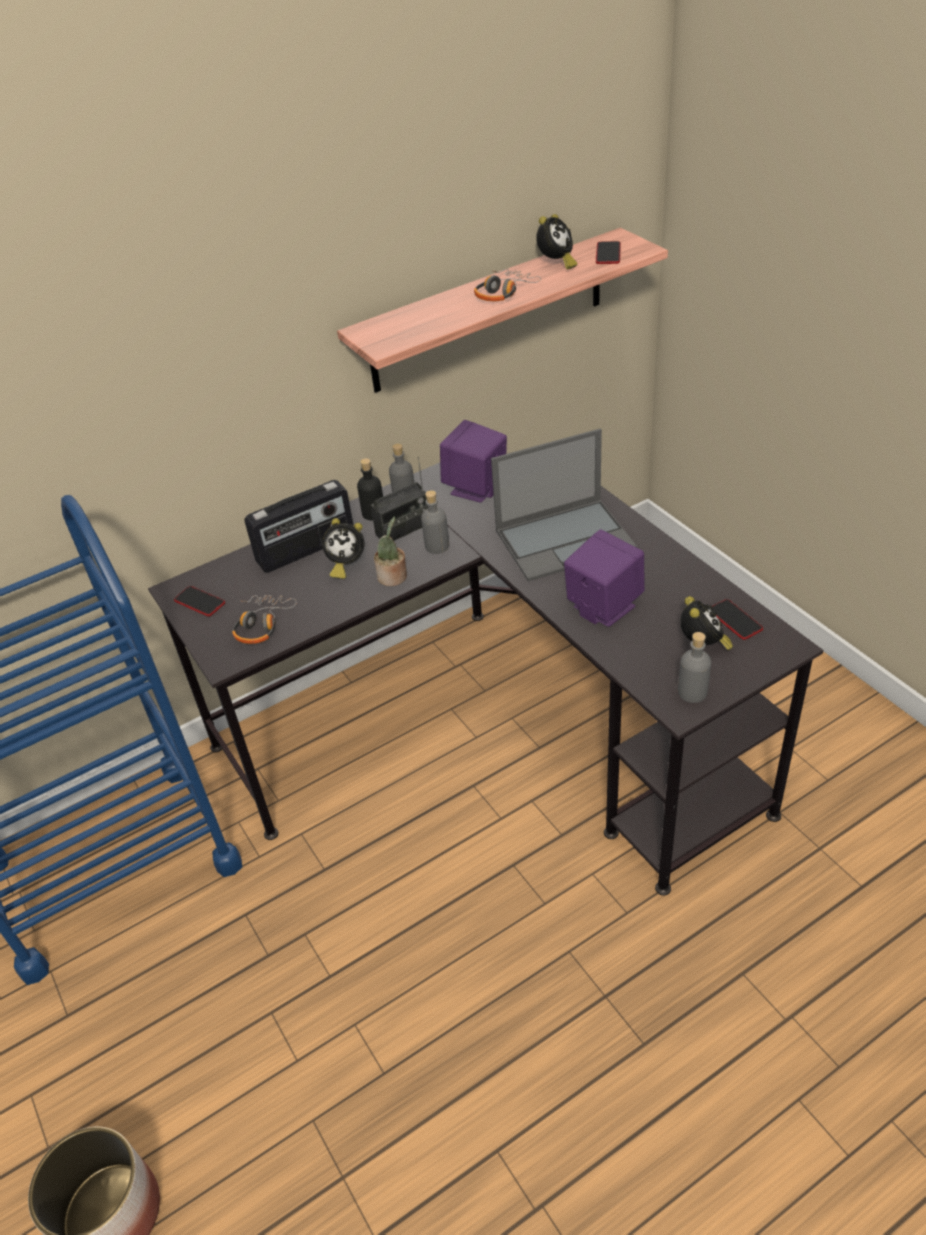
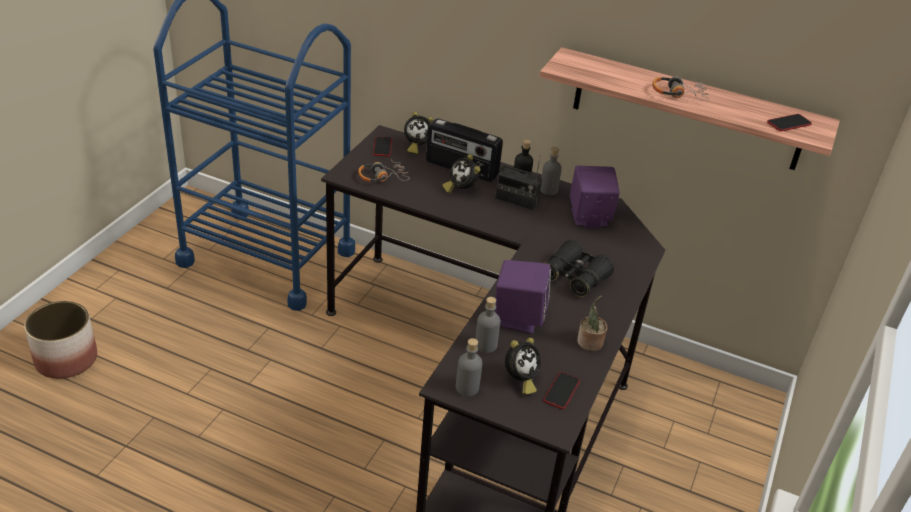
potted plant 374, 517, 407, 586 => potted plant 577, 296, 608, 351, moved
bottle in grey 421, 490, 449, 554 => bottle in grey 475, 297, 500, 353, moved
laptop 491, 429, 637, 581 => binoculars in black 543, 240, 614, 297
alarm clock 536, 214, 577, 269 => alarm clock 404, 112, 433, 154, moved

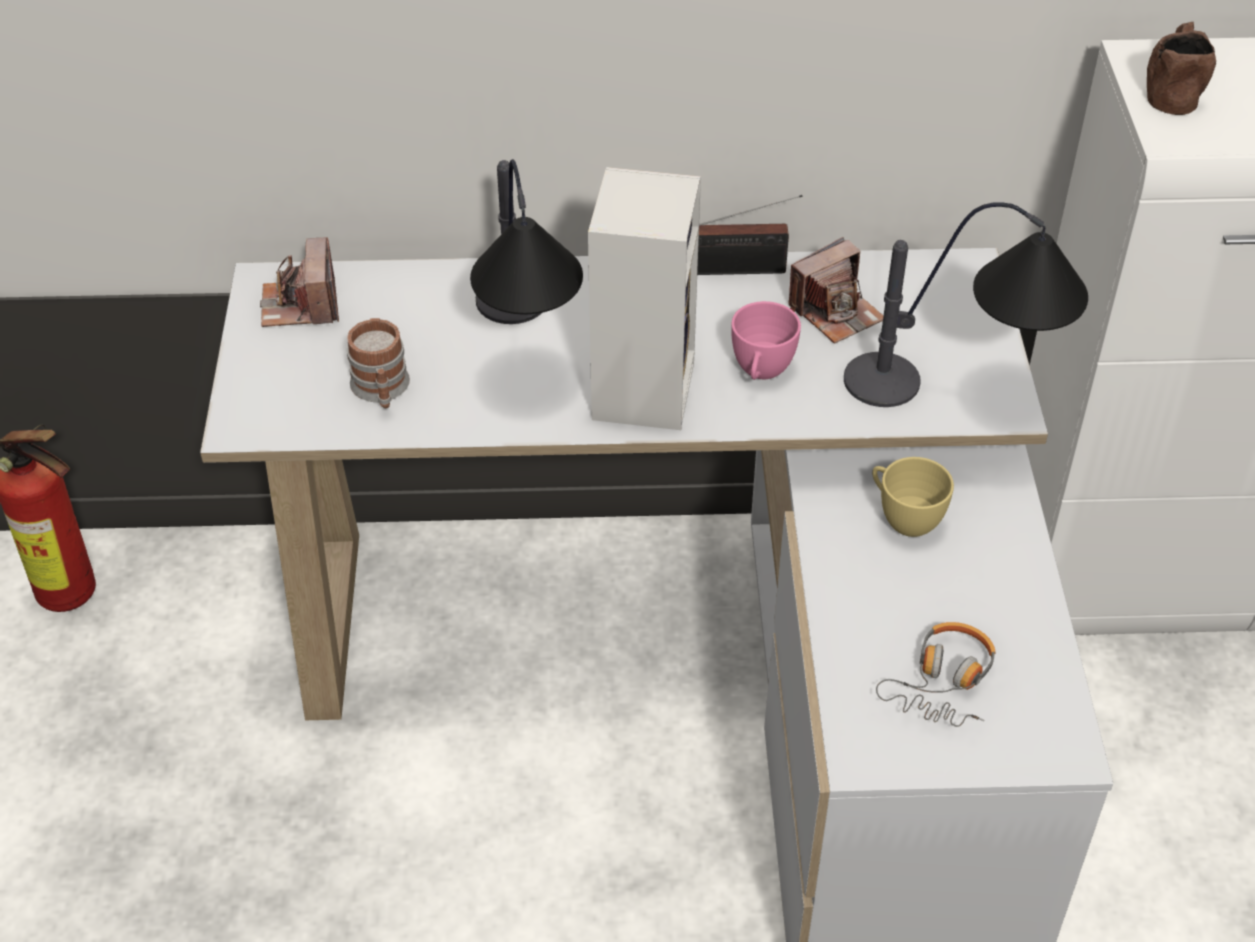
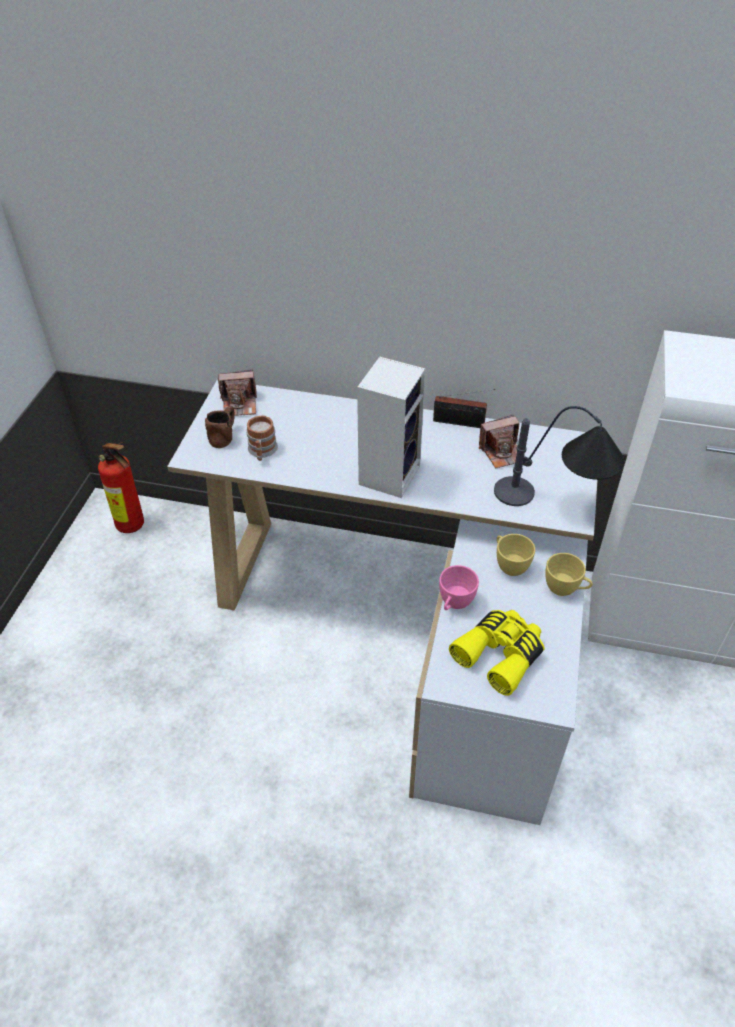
photo camera 260, 237, 339, 327 => photo camera 218, 370, 257, 416, 105 degrees counterclockwise
table lamp 470, 159, 583, 324 => nothing
cup in pink 731, 301, 801, 380 => cup in pink 439, 565, 479, 610, moved
headphones 876, 622, 995, 727 => binoculars in yellow 449, 610, 545, 696
mug in brown 1147, 22, 1216, 115 => mug in brown 205, 406, 235, 448, moved
nothing => cup in yellow 545, 553, 593, 596

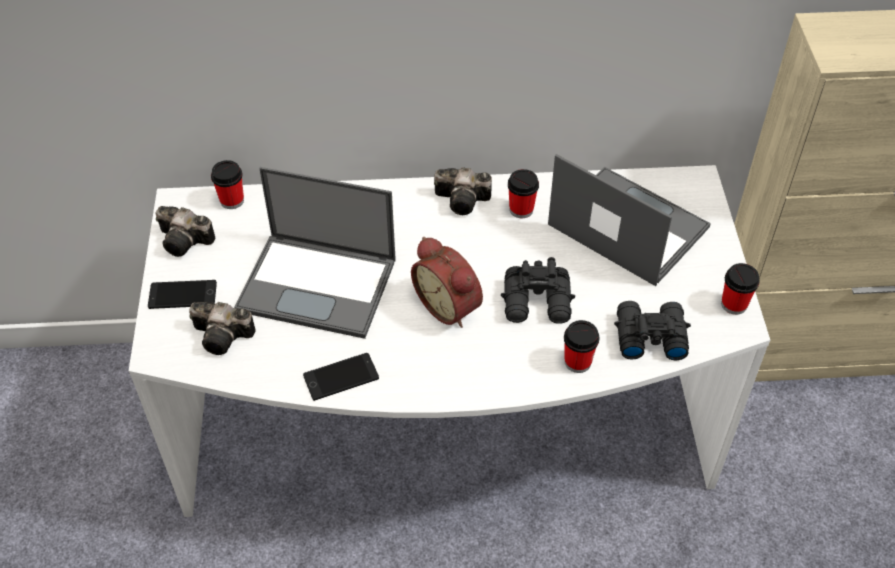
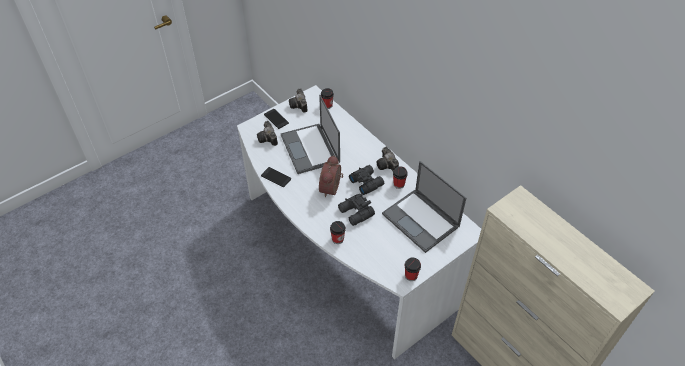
laptop 548, 154, 711, 286 => laptop 382, 161, 466, 253, 135 degrees clockwise
binoculars in black 614, 301, 691, 360 => binoculars in black 349, 165, 384, 195, moved

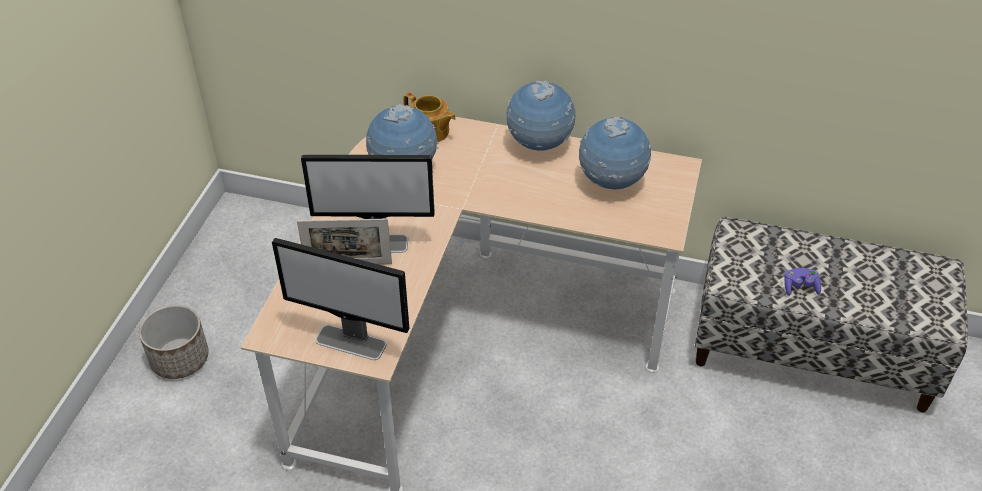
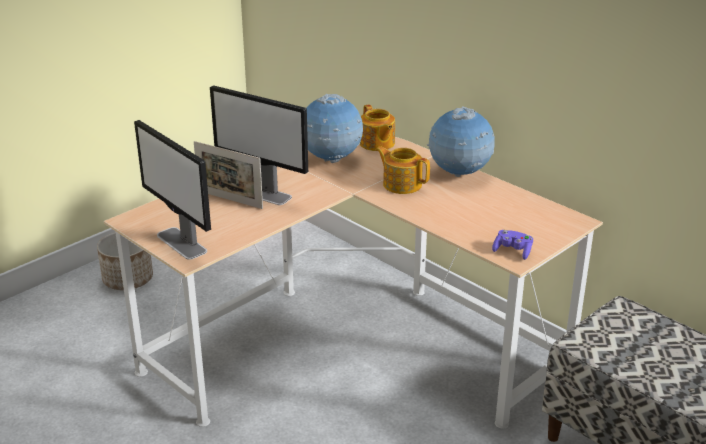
globe 579, 117, 651, 189 => nothing
game controller in purple 784, 268, 821, 296 => game controller in purple 492, 230, 533, 260, moved
nothing => teapot 375, 146, 430, 194

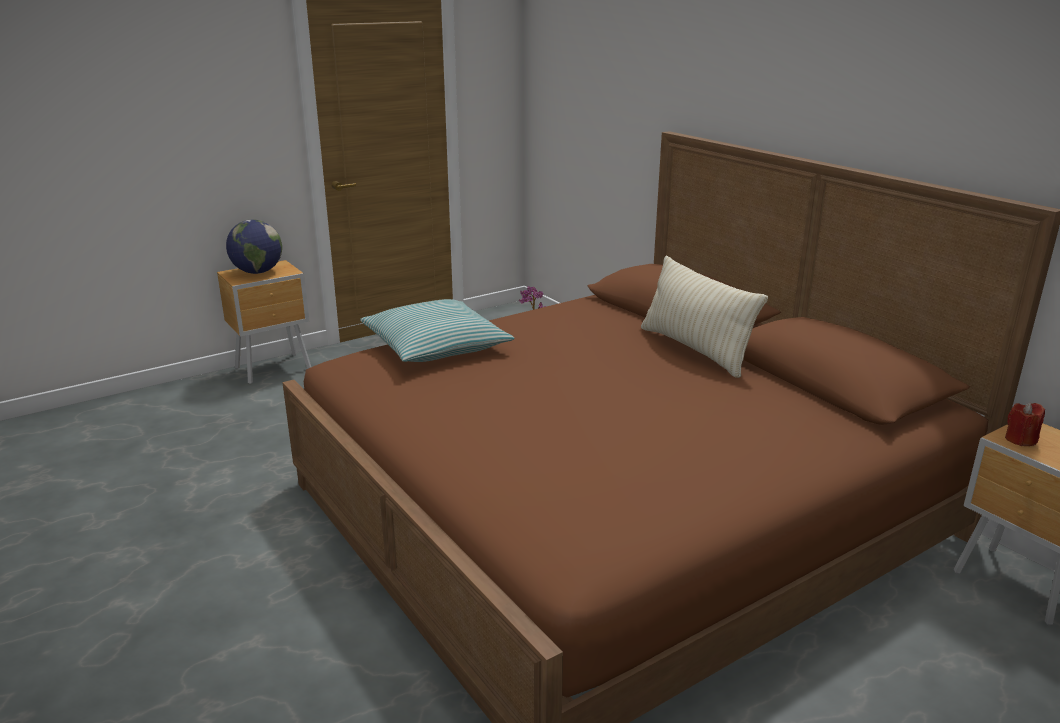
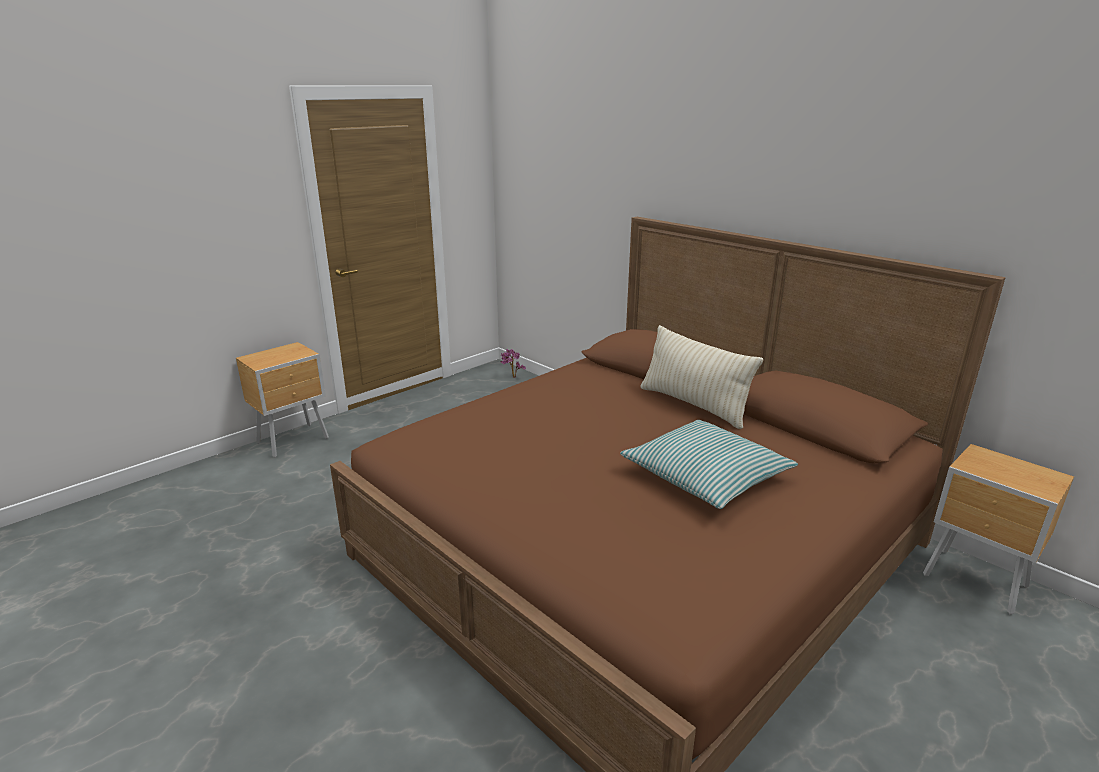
globe 226, 220, 282, 274 => nothing
pillow 360, 299, 514, 362 => pillow 620, 420, 798, 509, moved
candle in red 1005, 402, 1045, 446 => nothing

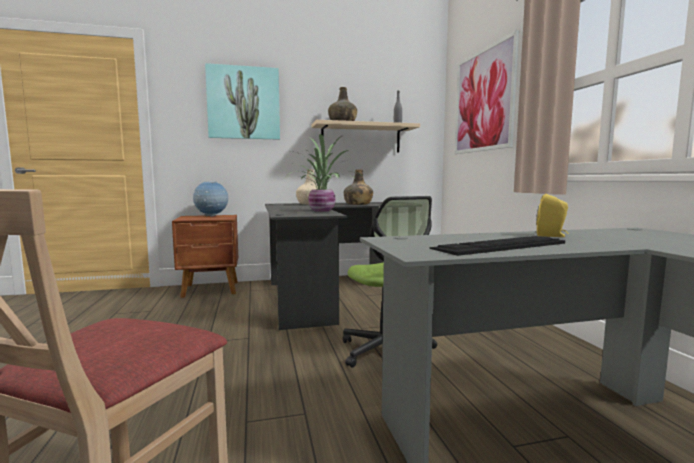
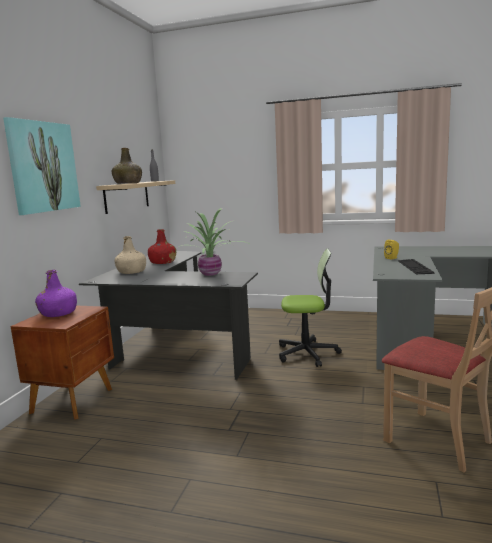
globe 193, 181, 228, 217 => bottle in purple 35, 270, 77, 317
bottle in green 344, 169, 373, 205 => bottle in red 148, 229, 176, 264
picture 455, 30, 519, 154 => nothing

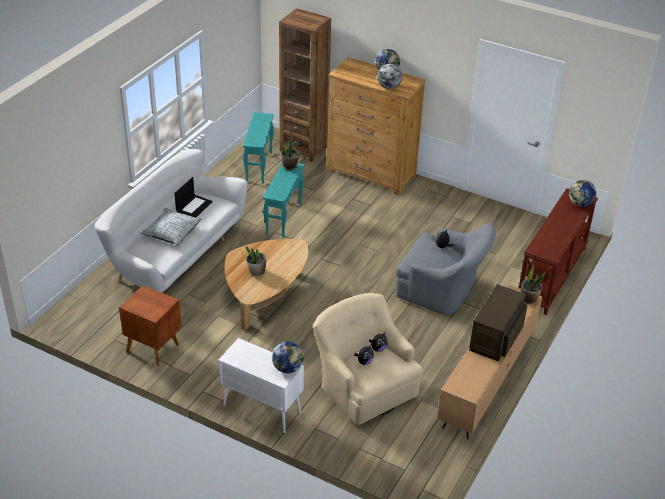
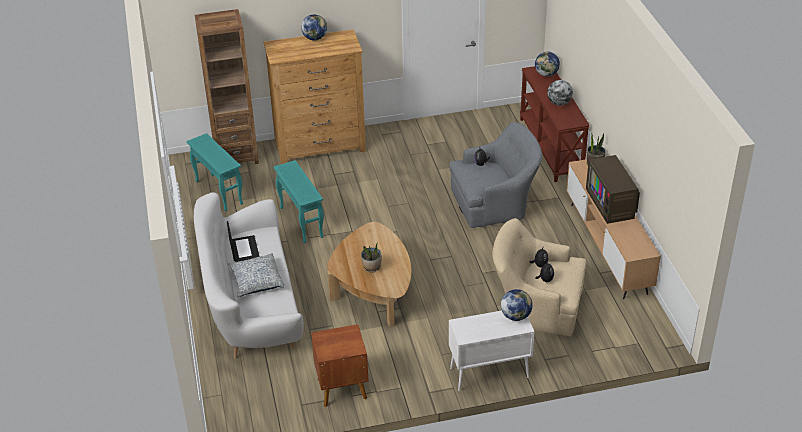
potted plant 281, 136, 299, 170 => nothing
globe 377, 64, 402, 89 => globe 547, 80, 573, 105, moved

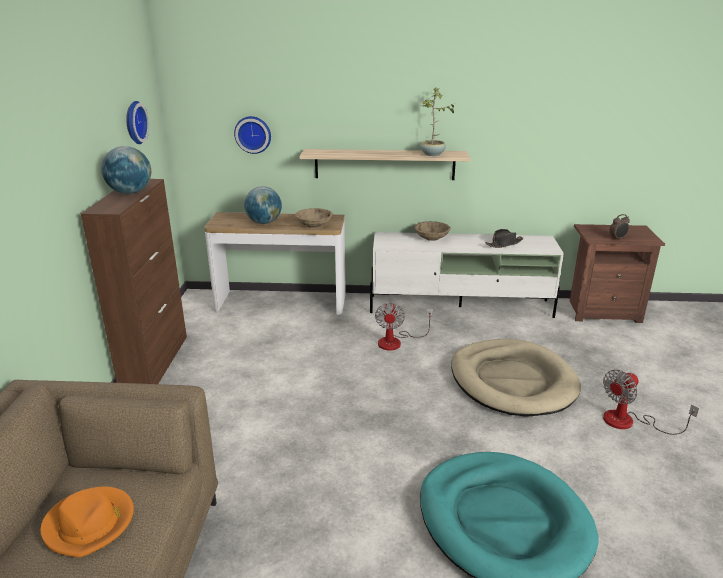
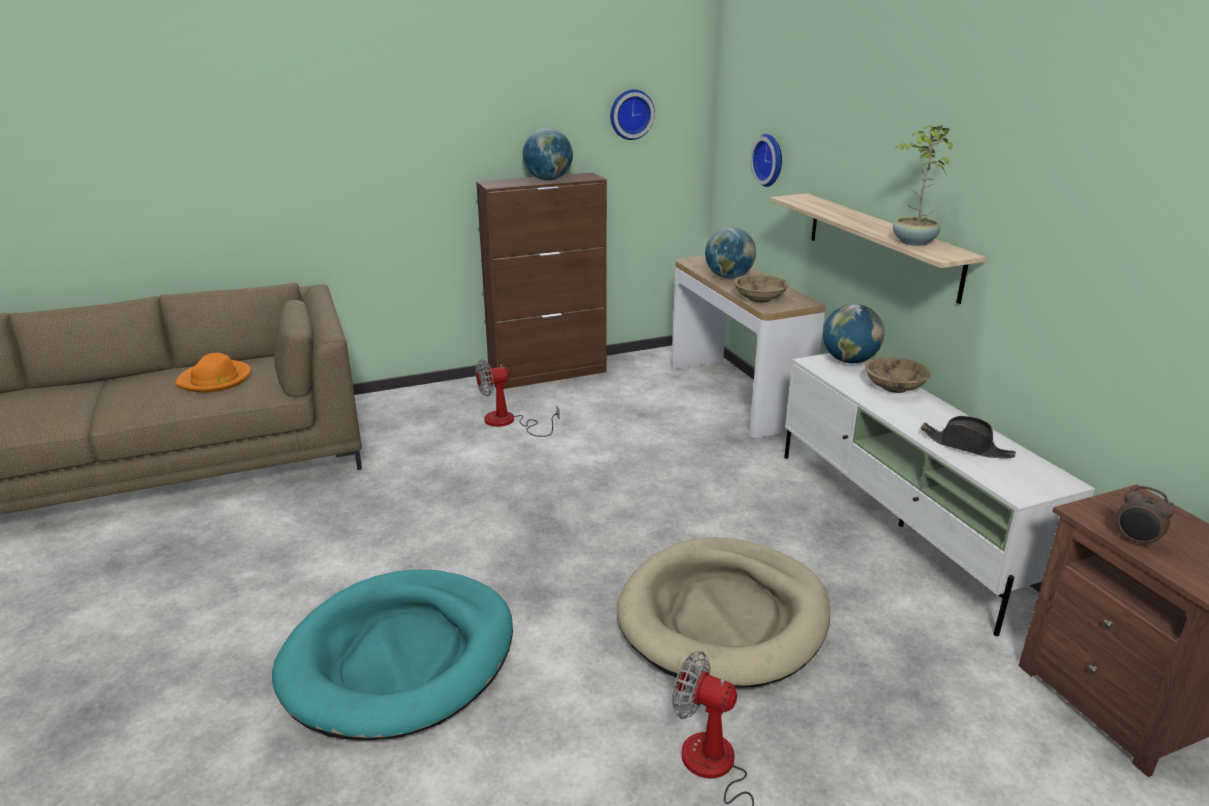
fan 375, 302, 433, 350 => fan 475, 359, 560, 437, moved
nothing => globe 823, 304, 884, 363

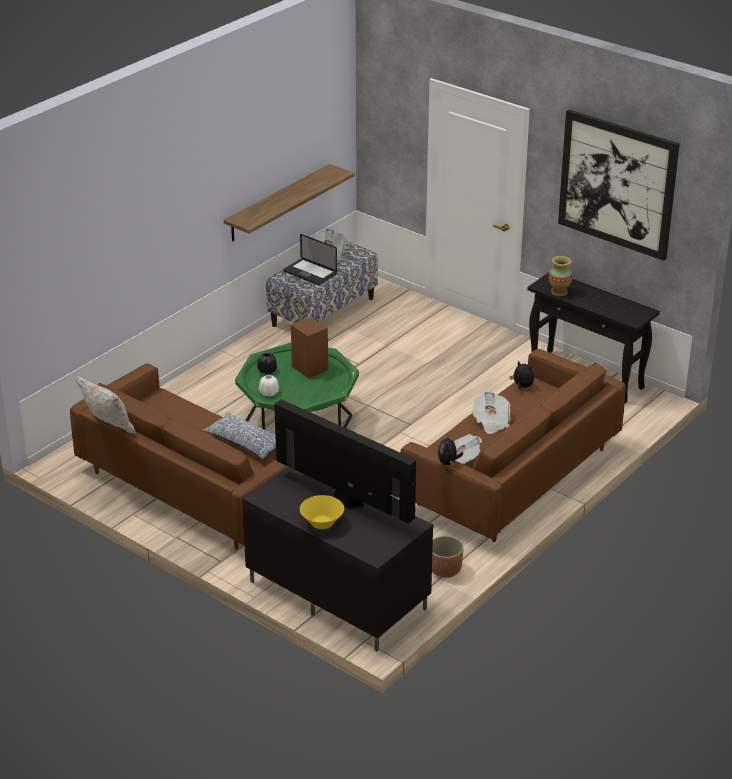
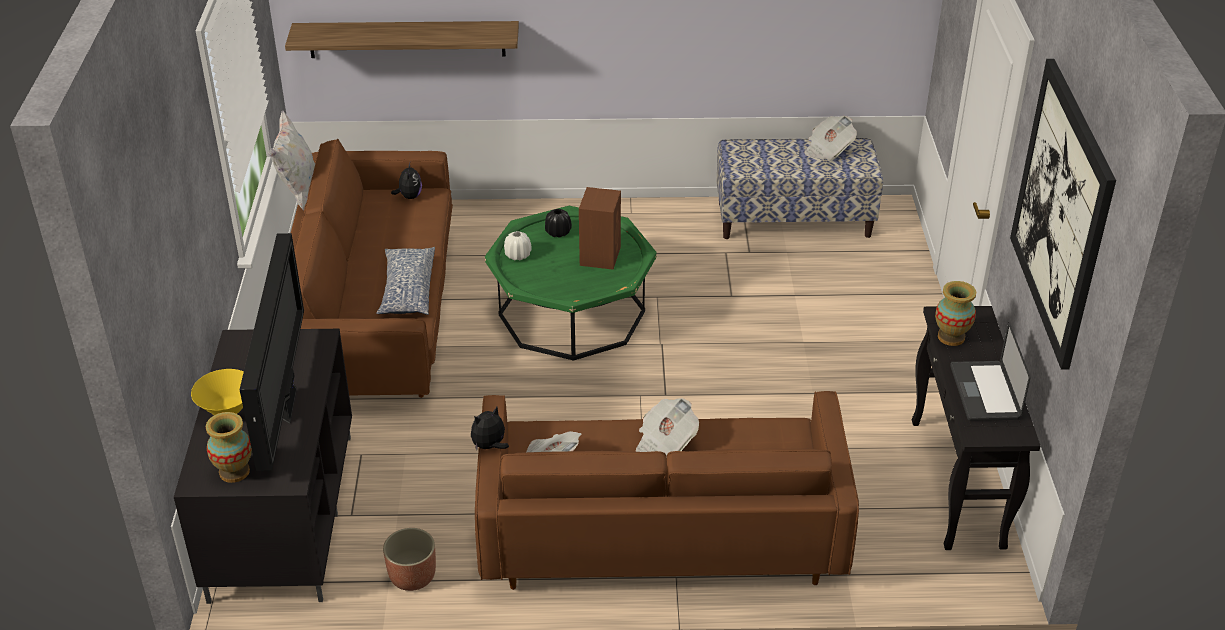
shelf 224, 164, 355, 242 => shelf 285, 21, 519, 58, moved
laptop 283, 234, 337, 285 => laptop 950, 322, 1030, 421, moved
plush toy 510, 360, 534, 389 => plush toy 391, 163, 422, 199, moved
nothing => vase 206, 412, 252, 483

